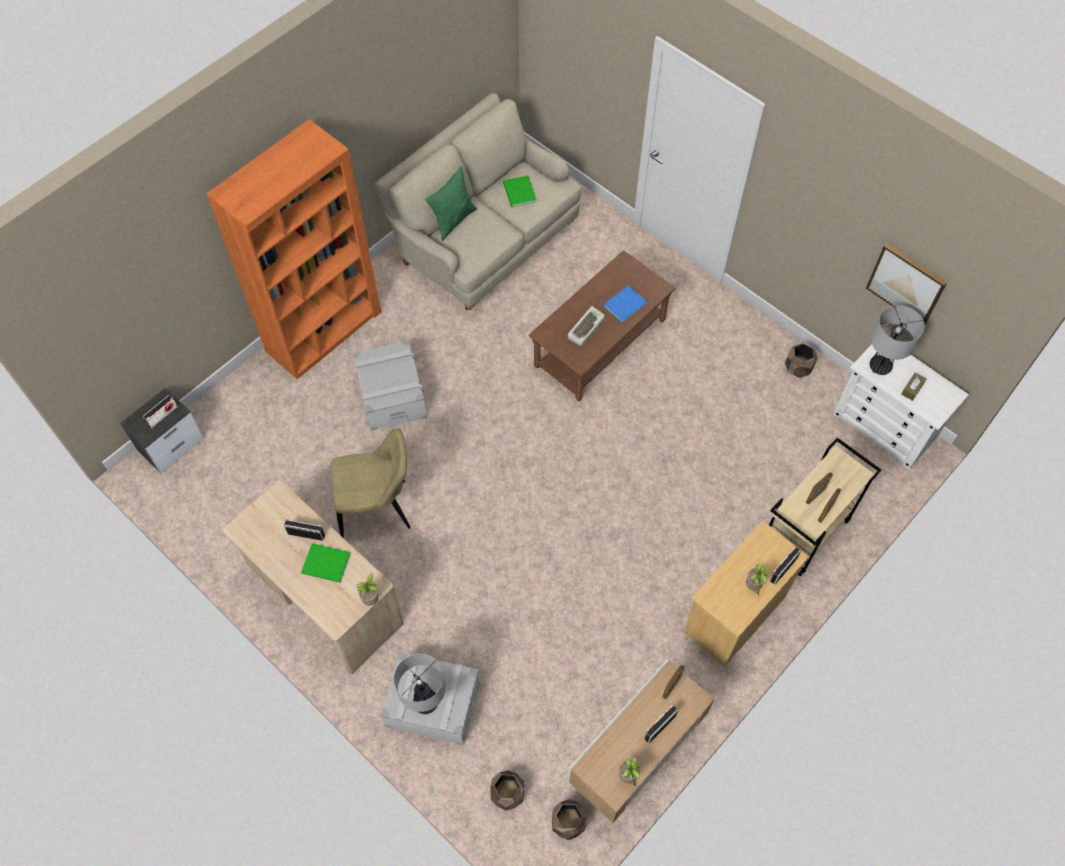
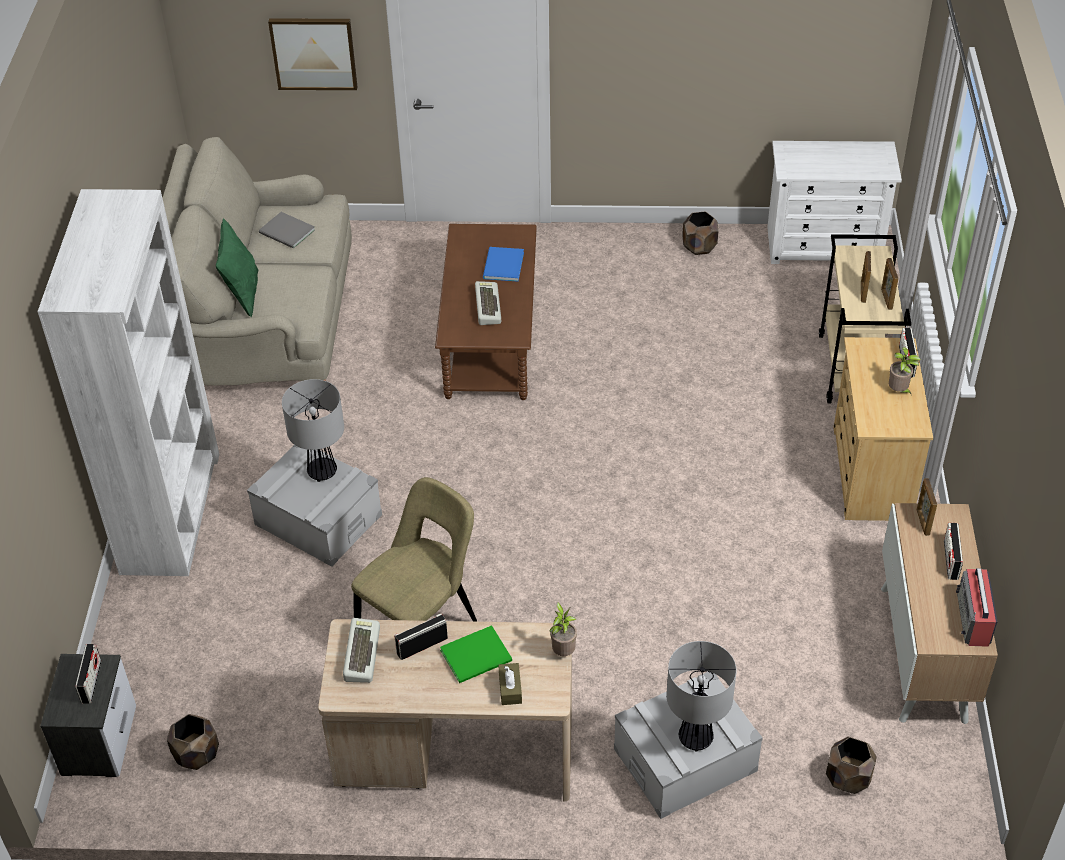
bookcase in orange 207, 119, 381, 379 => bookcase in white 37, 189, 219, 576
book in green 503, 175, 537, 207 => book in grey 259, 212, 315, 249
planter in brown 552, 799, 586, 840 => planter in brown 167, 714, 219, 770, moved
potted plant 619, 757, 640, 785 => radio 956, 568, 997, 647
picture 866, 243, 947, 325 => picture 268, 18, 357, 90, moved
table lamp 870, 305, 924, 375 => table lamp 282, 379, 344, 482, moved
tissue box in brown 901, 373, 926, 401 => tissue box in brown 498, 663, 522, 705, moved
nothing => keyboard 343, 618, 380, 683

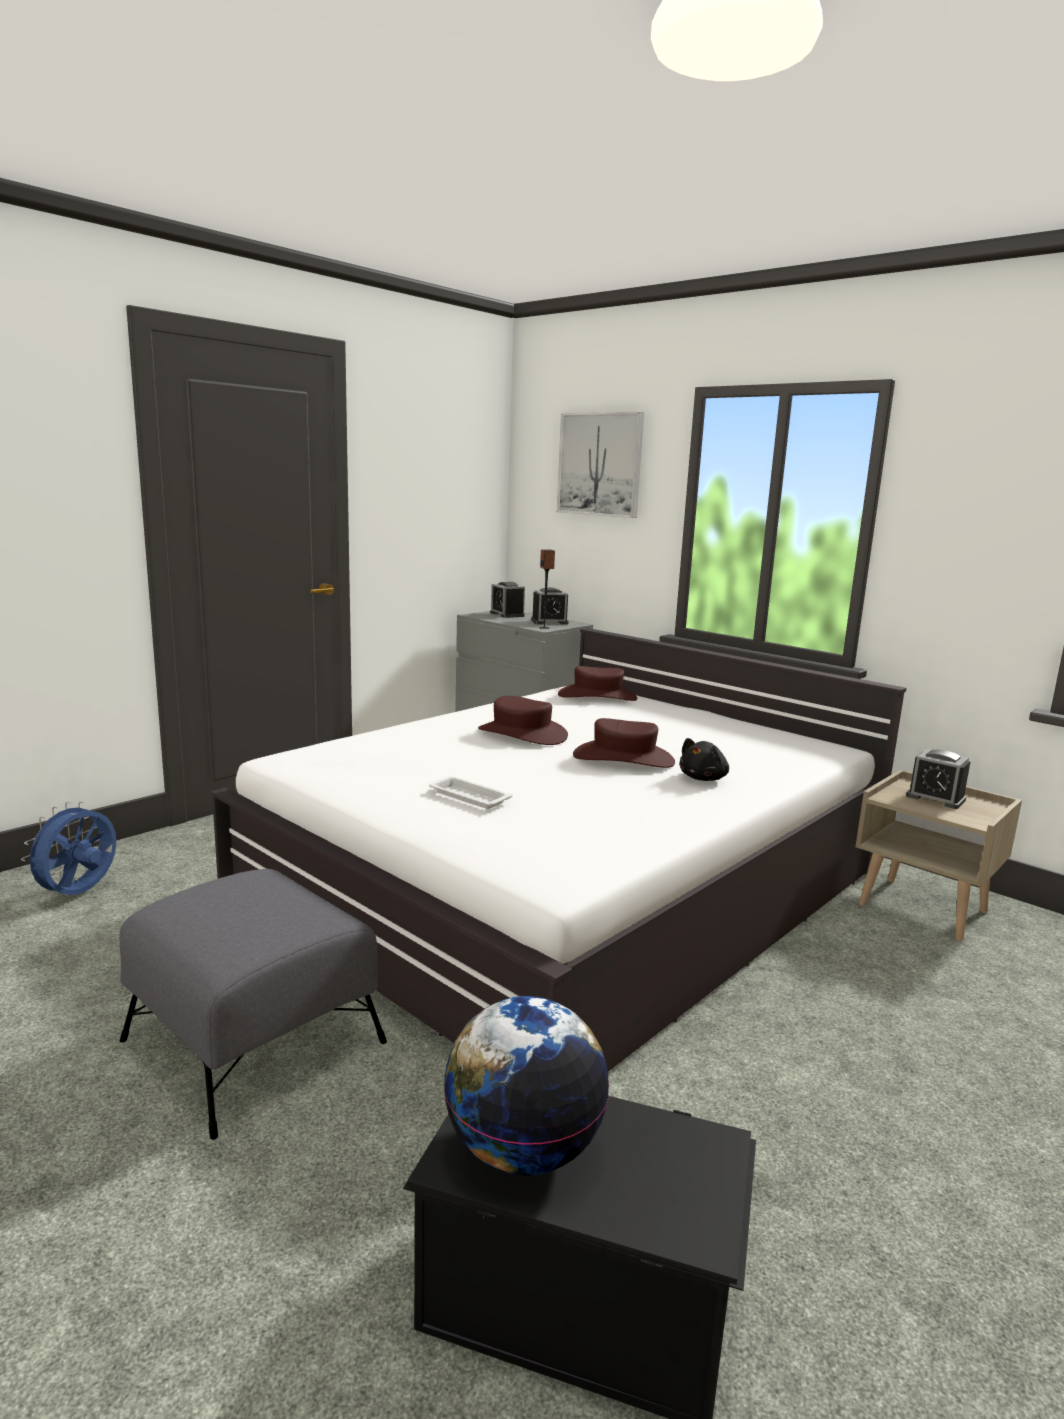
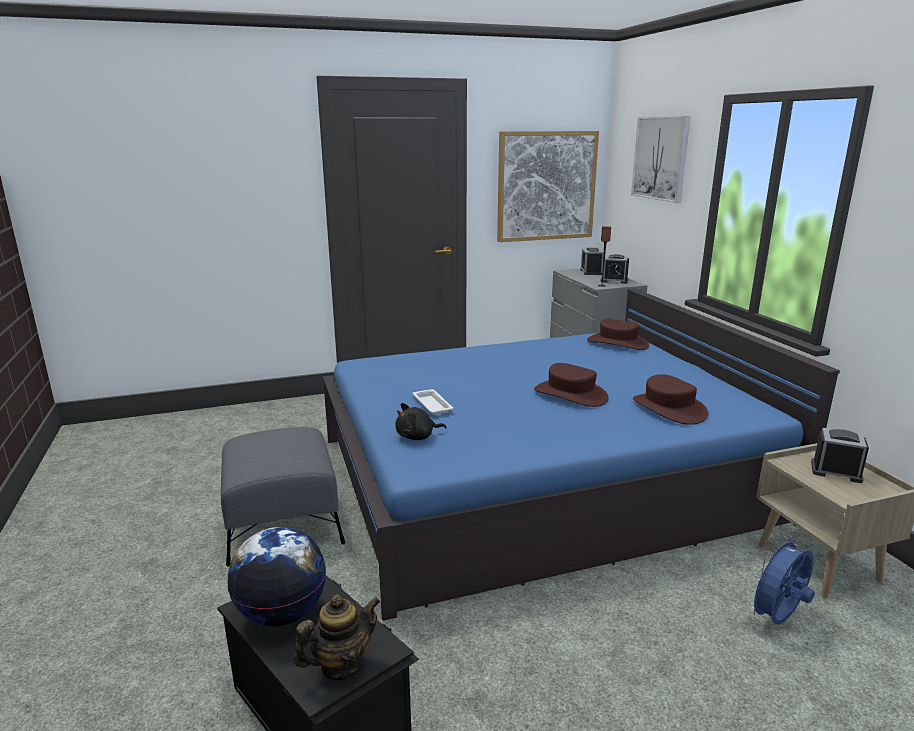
fan in blue 21, 802, 117, 897 => fan in blue 747, 535, 815, 624, moved
bed in white 211, 628, 906, 1071 => bed in blue 323, 288, 840, 621
hat in brown 478, 696, 568, 745 => hat in brown 633, 374, 708, 425, moved
plush toy in black 679, 738, 729, 781 => plush toy in black 395, 403, 447, 440, moved
alarm clock 906, 749, 971, 809 => alarm clock 811, 428, 869, 483, 135 degrees clockwise
nothing => teapot 293, 594, 380, 680
nothing => picture 497, 131, 599, 242

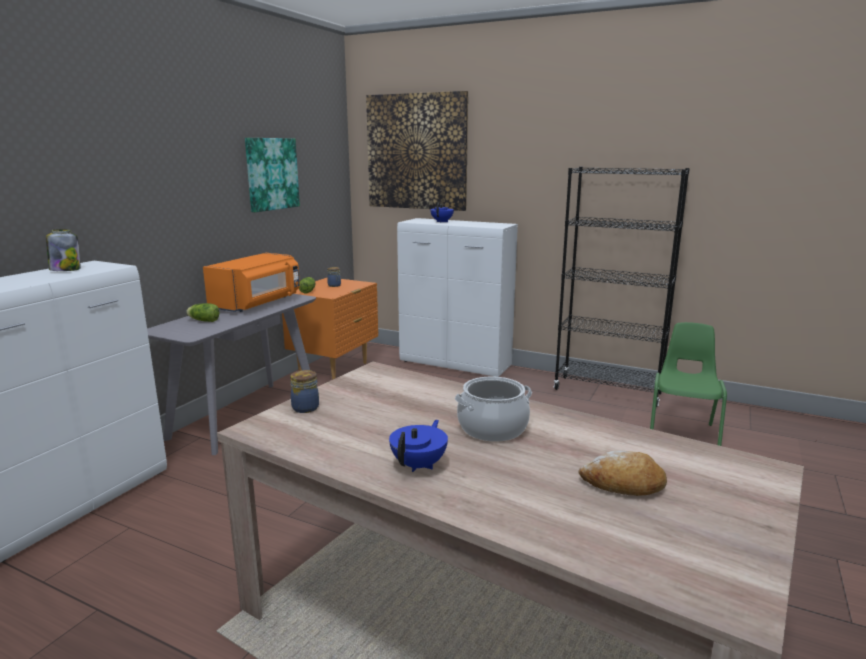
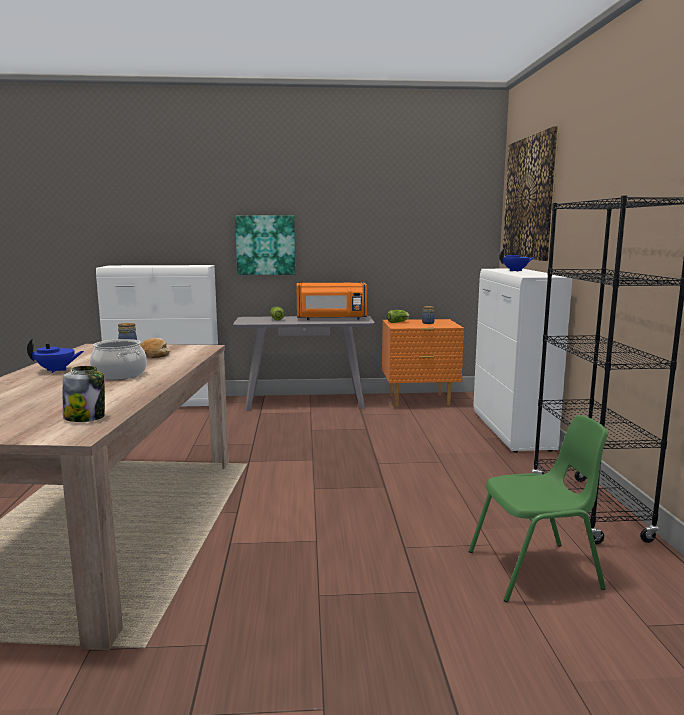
jar 46, 229, 81, 271 => jar 63, 366, 105, 422, moved
picture 245, 138, 300, 212 => picture 235, 216, 295, 275, moved
bread 579, 451, 667, 496 => bread 141, 338, 170, 358, moved

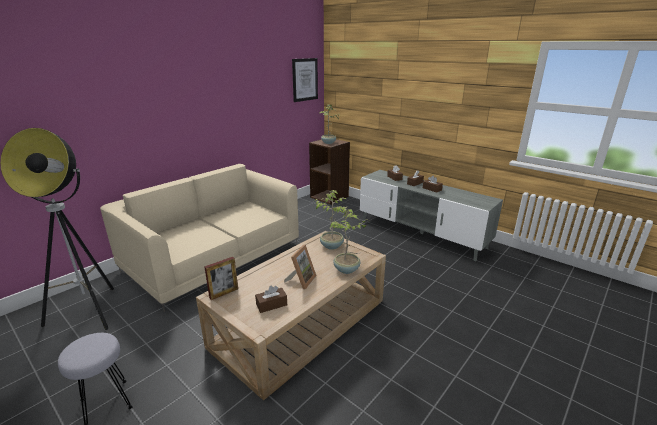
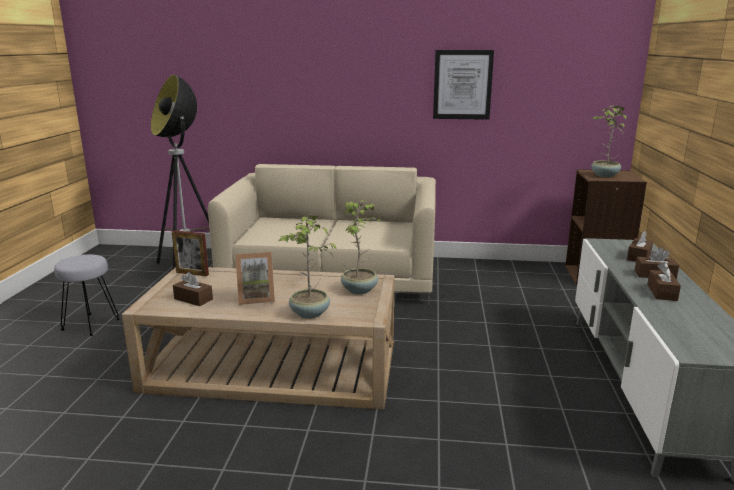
picture 292, 58, 318, 102 => picture 433, 50, 494, 120, moved

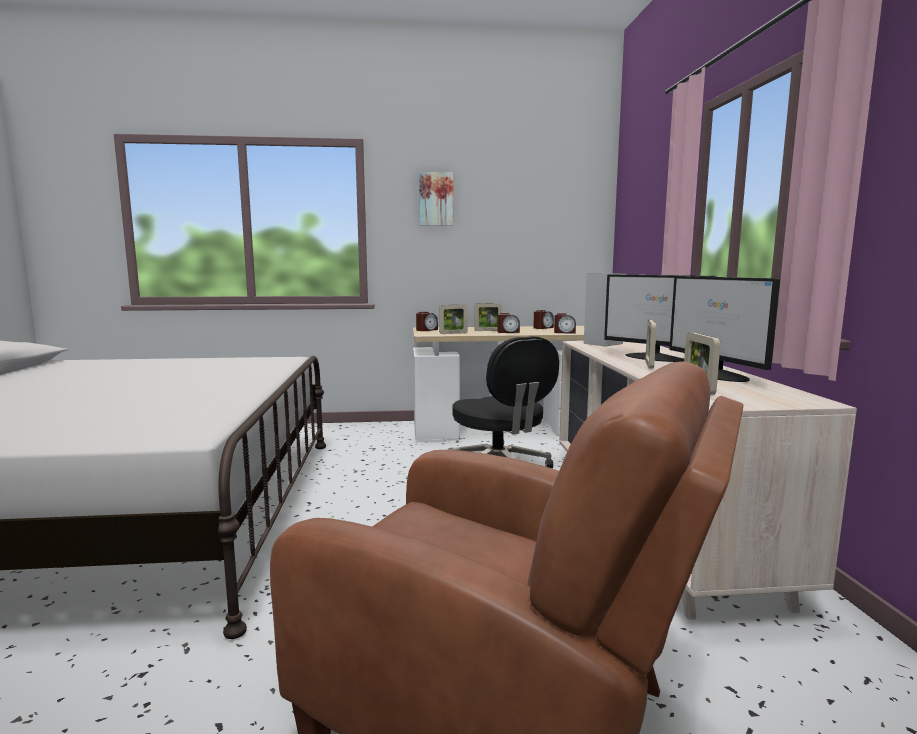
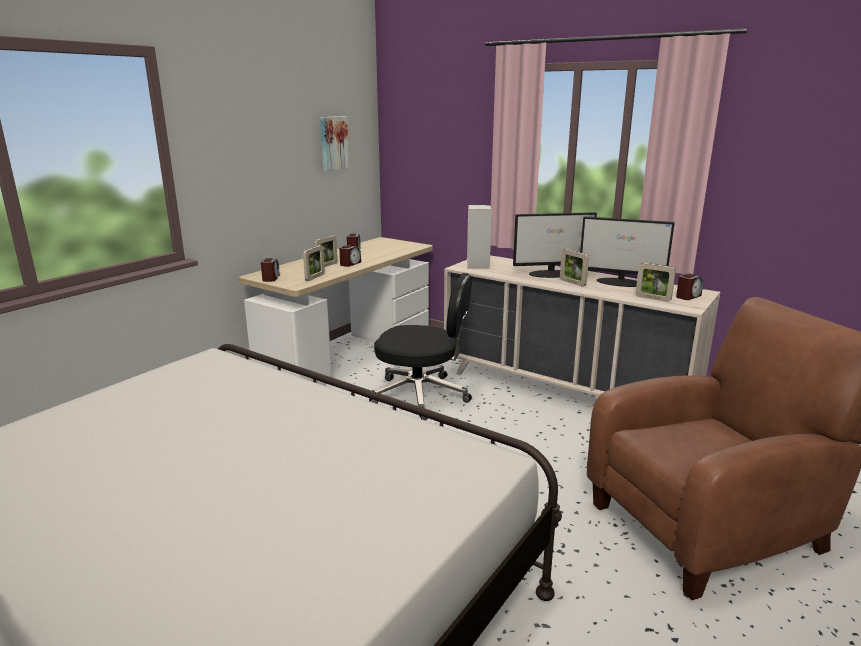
picture 419, 172, 453, 226 => picture 320, 116, 350, 171, moved
alarm clock 554, 313, 576, 334 => alarm clock 676, 273, 703, 300, moved

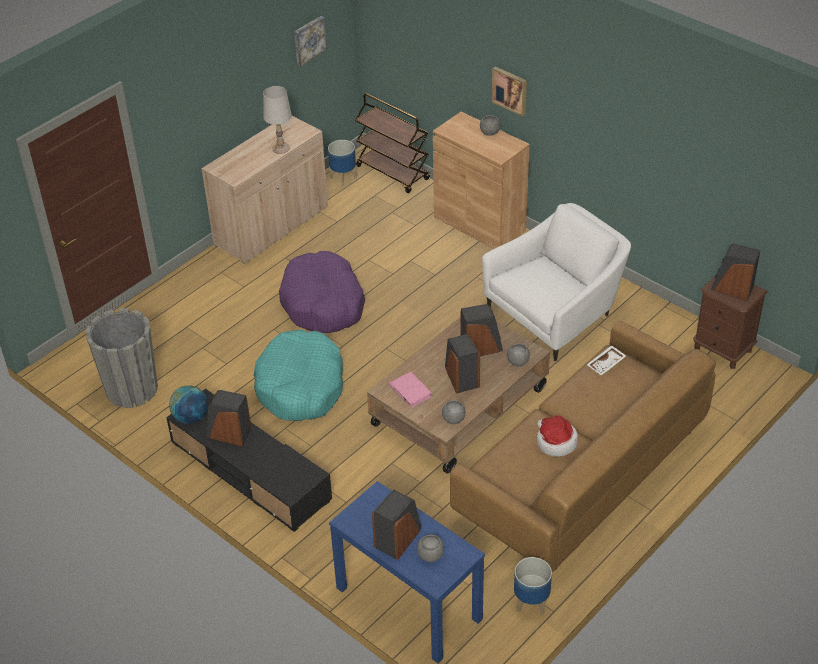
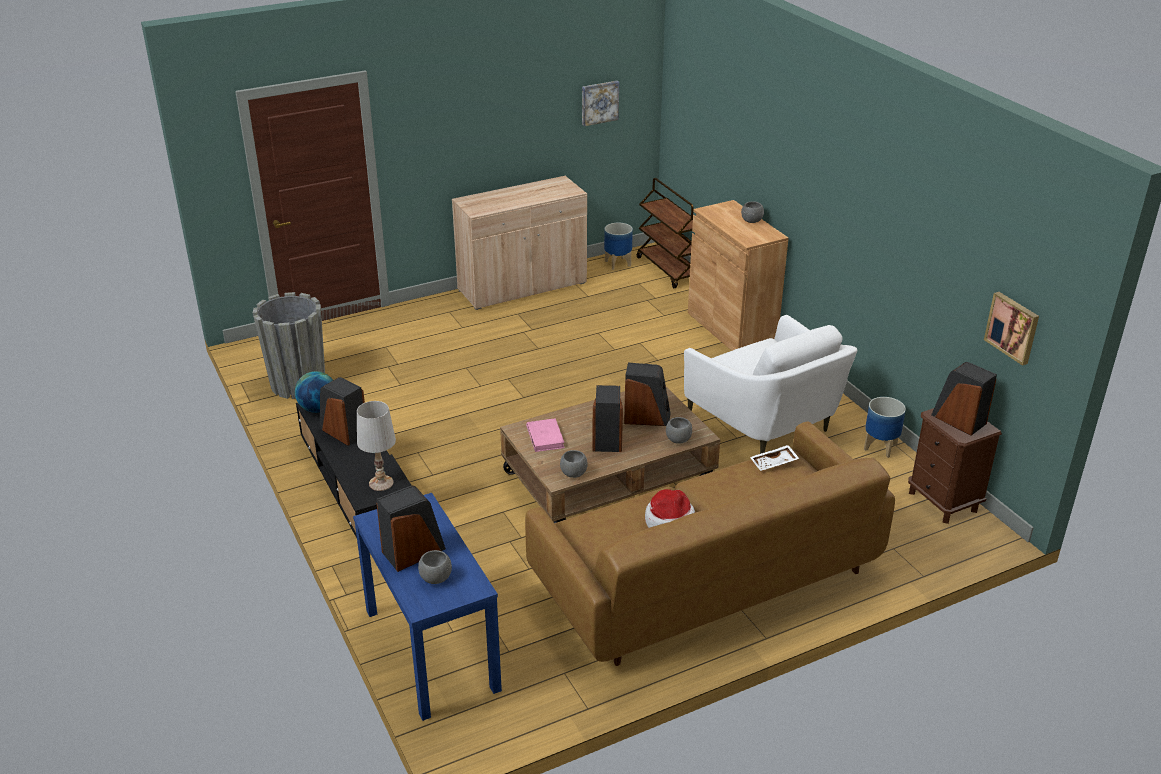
dog bed in turquoise 254, 330, 343, 421 => nothing
table lamp in white 263, 86, 292, 154 => table lamp in white 357, 401, 396, 491, moved
dog bed in purple 279, 251, 365, 333 => nothing
armchair in white 482, 203, 631, 361 => armchair in white 684, 315, 857, 454, 75 degrees clockwise
picture 492, 66, 527, 116 => picture 984, 292, 1039, 366, moved
planter 514, 557, 552, 615 => planter 864, 397, 906, 458, moved

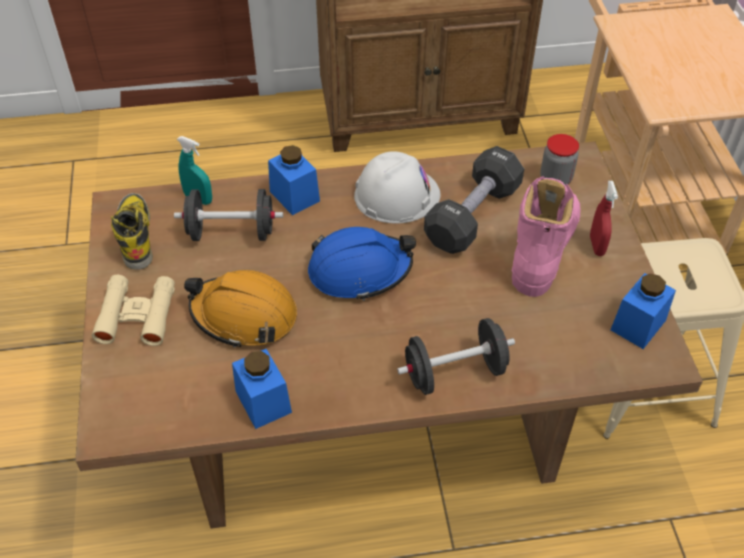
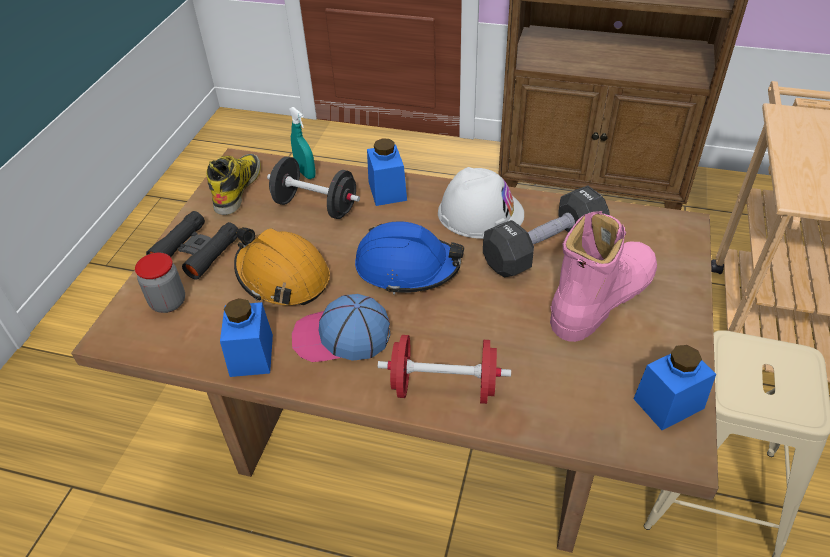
binoculars in beige 92, 275, 175, 346 => binoculars in black 146, 211, 238, 280
dumbbell in black 397, 318, 515, 395 => dumbbell in red 378, 335, 511, 404
jar 540, 134, 579, 185 => jar 135, 253, 185, 313, moved
spray bottle in red 590, 181, 618, 256 => nothing
nothing => cap 292, 294, 390, 362

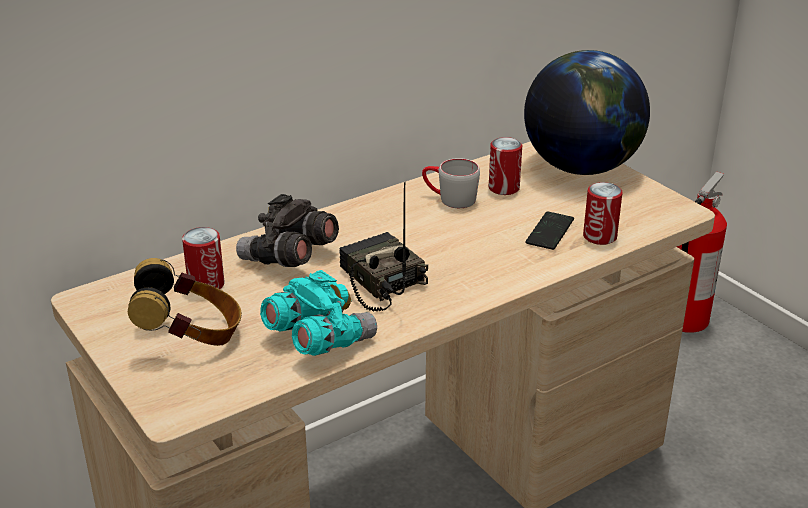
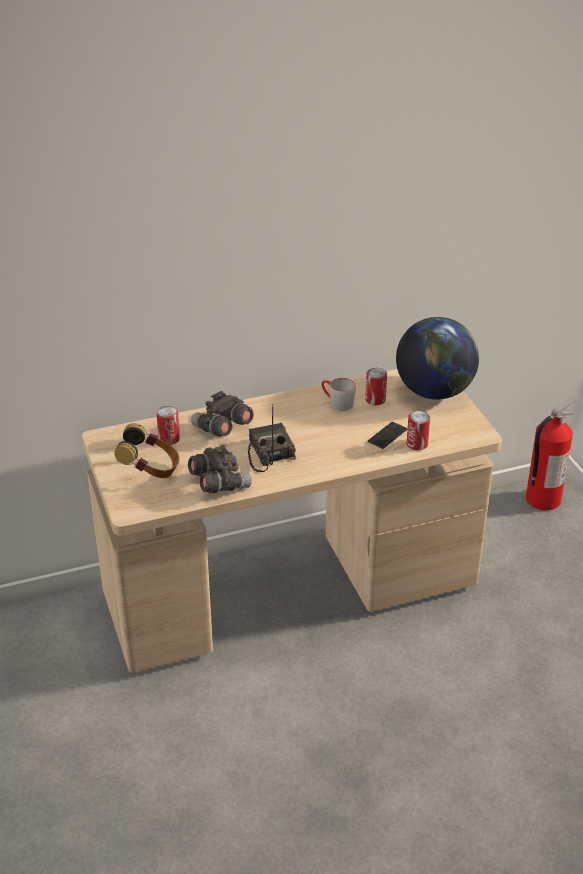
binoculars in turquoise 260, 270, 377, 356 => binoculars in grey 188, 445, 251, 493

